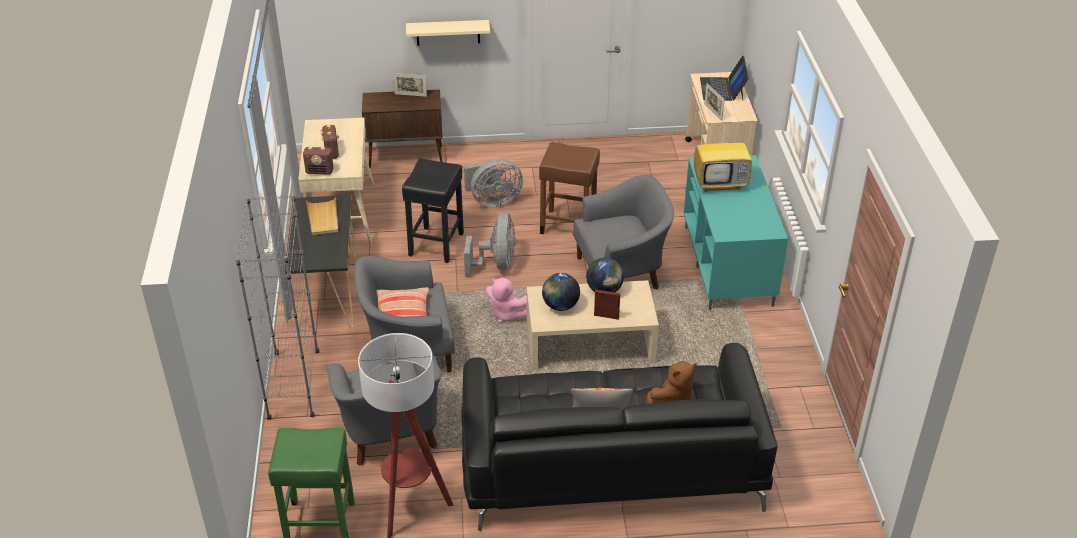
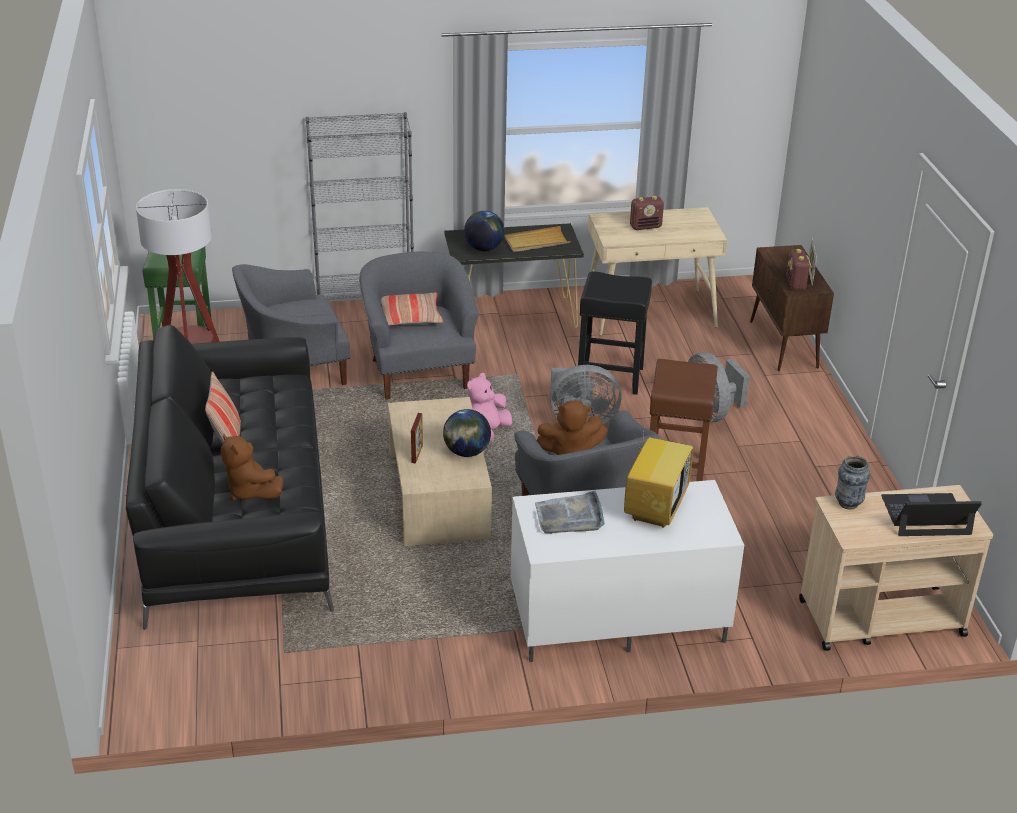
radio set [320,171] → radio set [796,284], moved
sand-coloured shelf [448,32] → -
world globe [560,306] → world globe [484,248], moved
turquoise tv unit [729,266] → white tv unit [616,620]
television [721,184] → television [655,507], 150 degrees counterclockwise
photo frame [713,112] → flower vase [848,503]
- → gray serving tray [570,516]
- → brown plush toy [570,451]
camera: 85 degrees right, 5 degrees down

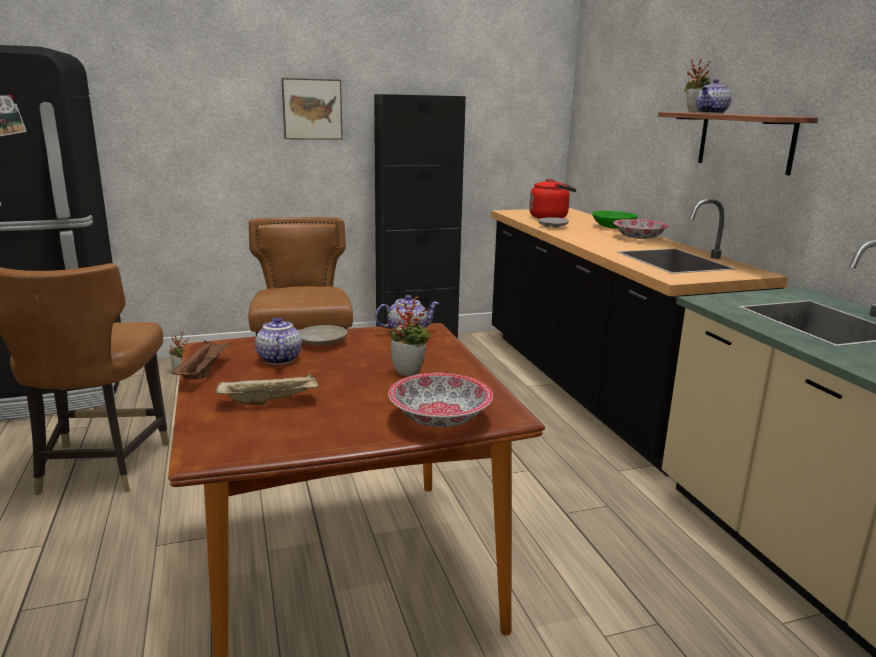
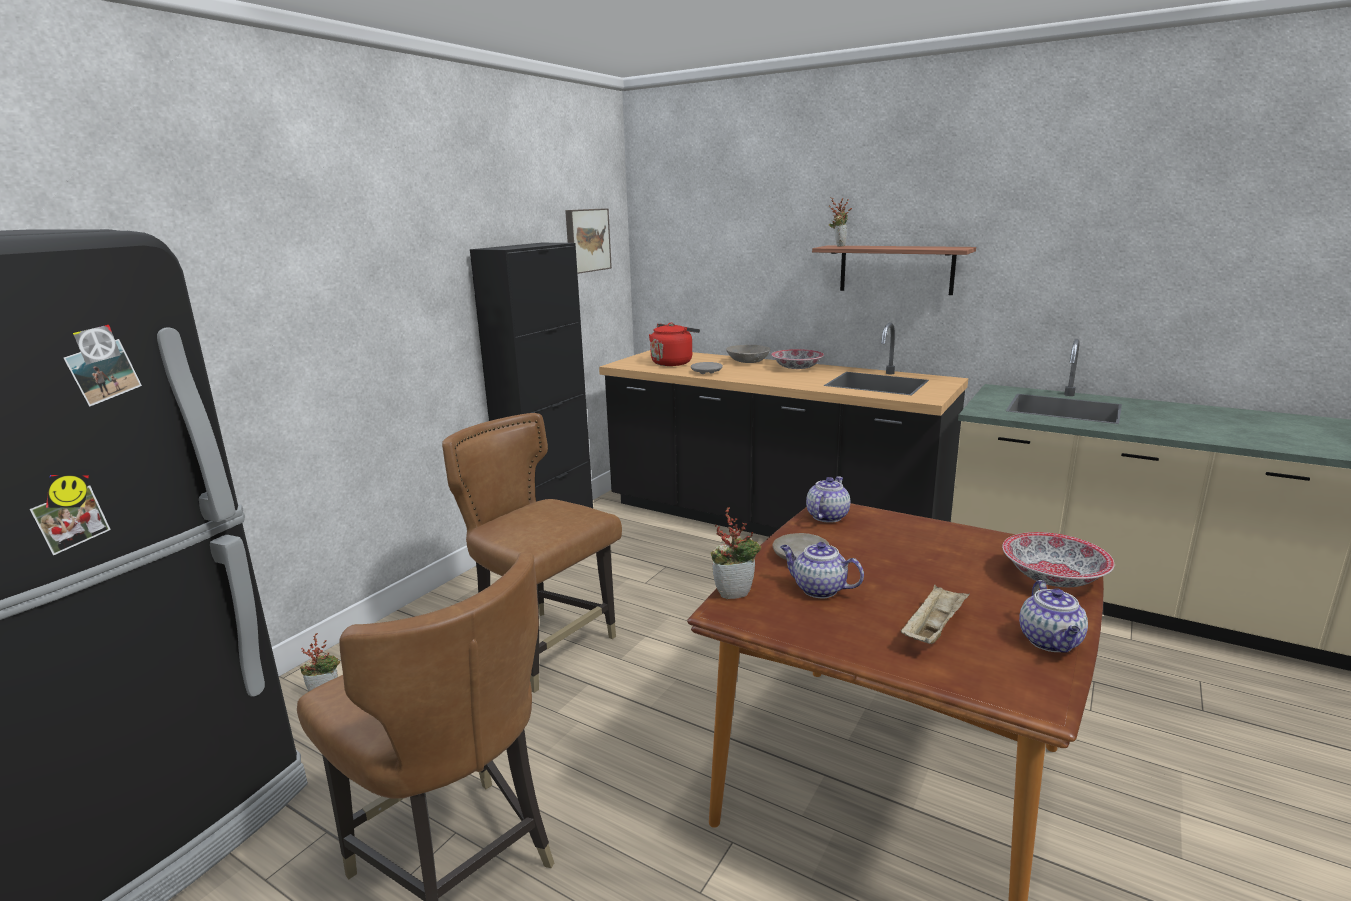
brown serving tray [203,372] → -
wall picture [312,109] → wall picture [586,240], moved
houseplant [410,372] → houseplant [735,592], moved
green-coloured serving bowl [612,227] → gray serving bowl [747,361]
tea pot [711,113] → tea pot [1051,642], moved
camera: 40 degrees left, 0 degrees up

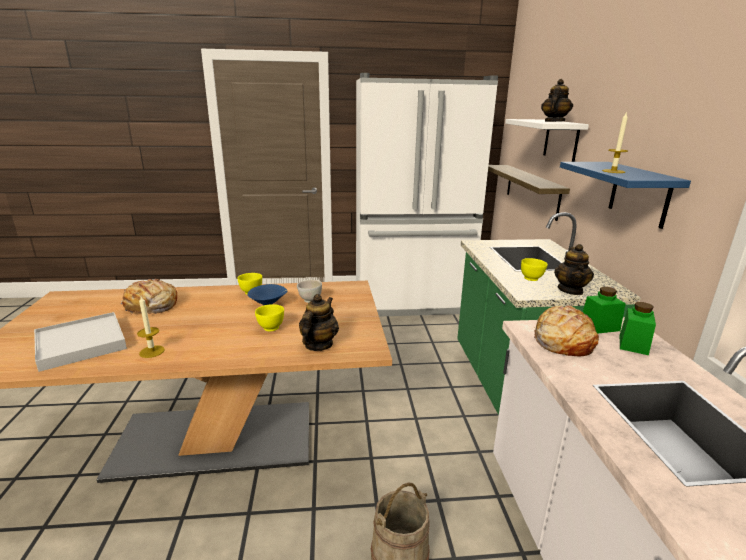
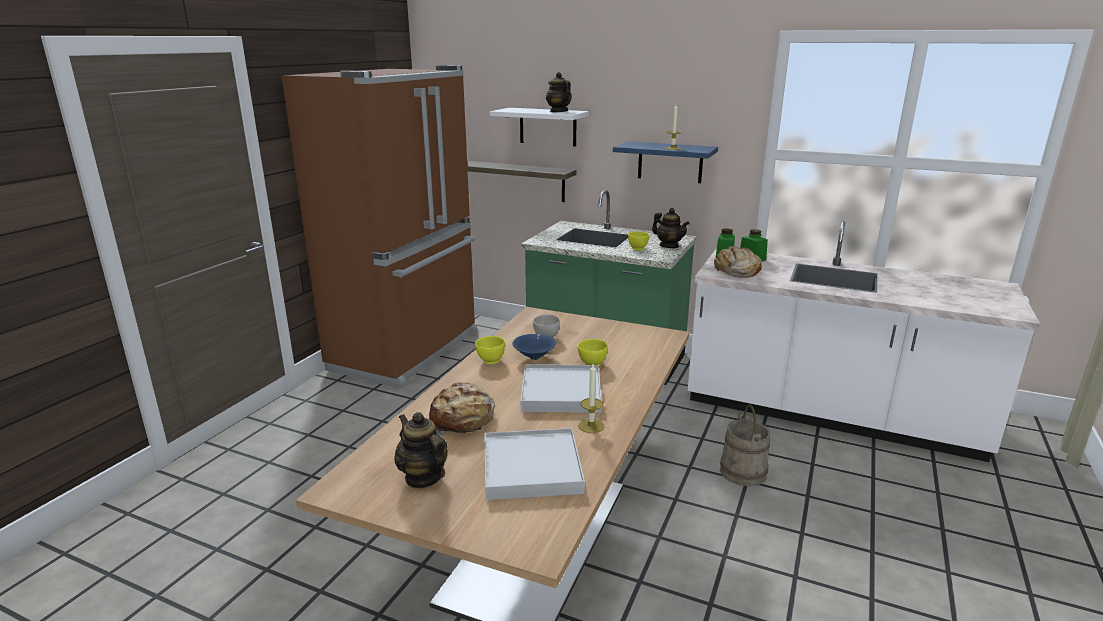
tea pot [318,345] → tea pot [423,477], moved
white fridge [412,303] → brown fridge [408,351]
- → white serving tray [561,392]
camera: 60 degrees left, 0 degrees up

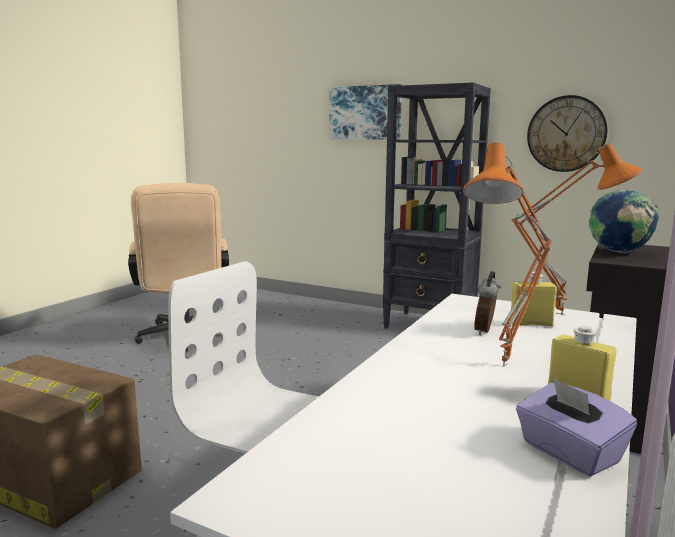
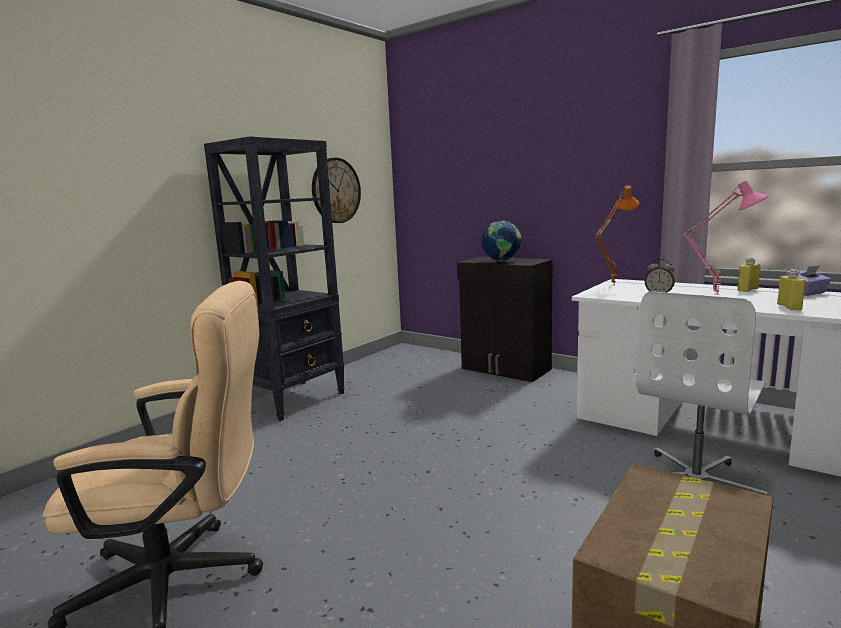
wall picture [365,113] → -
orange table lamp [508,367] → pink table lamp [717,294]
yellow-coloured beverage bottle [531,324] → yellow-coloured beverage bottle [789,307], moved
camera: 80 degrees left, 0 degrees up

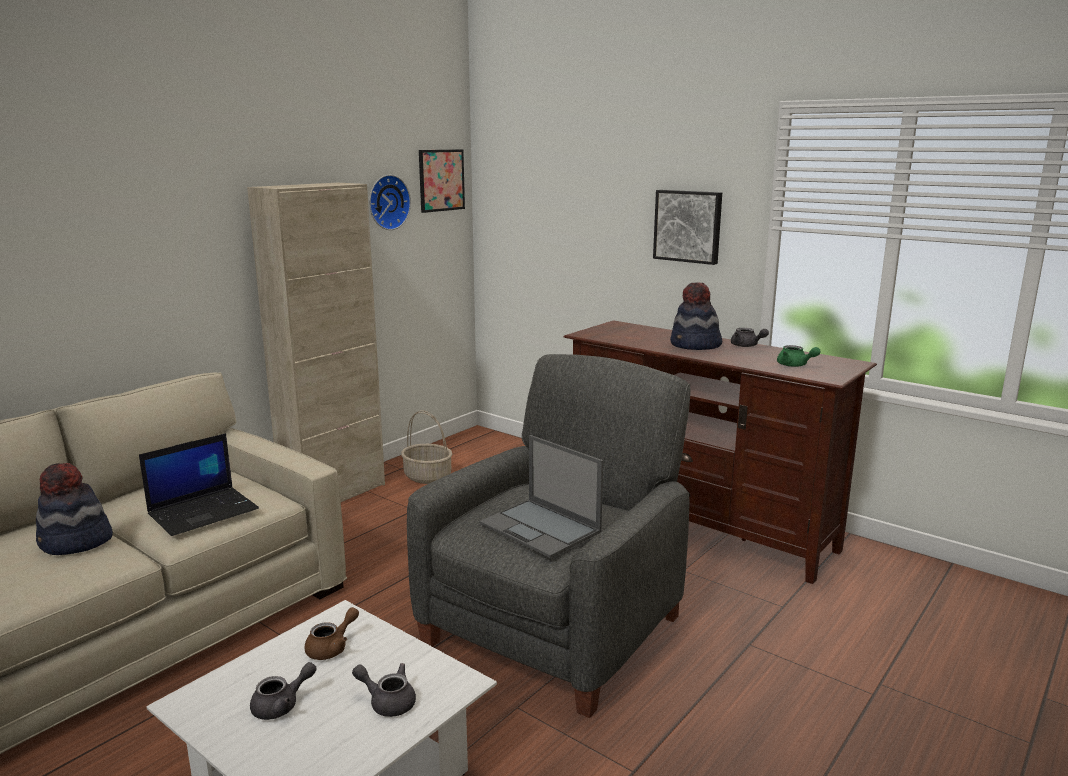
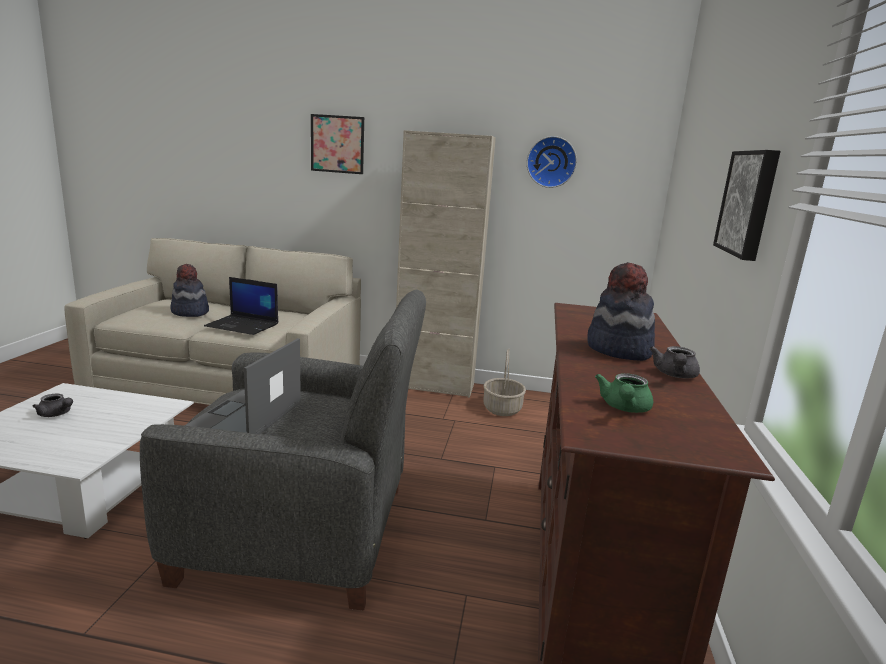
brown tea pot [332,648] → -
gray tea pot [388,702] → -
wall picture [441,180] → wall picture [337,144], moved
camera: 60 degrees right, 0 degrees up

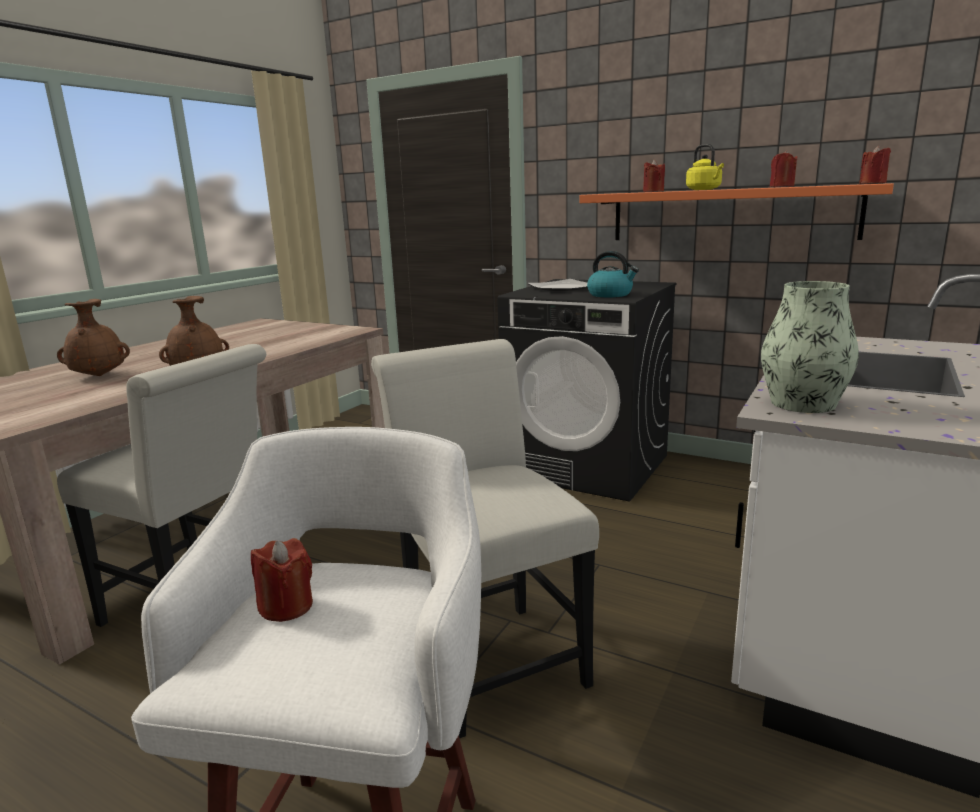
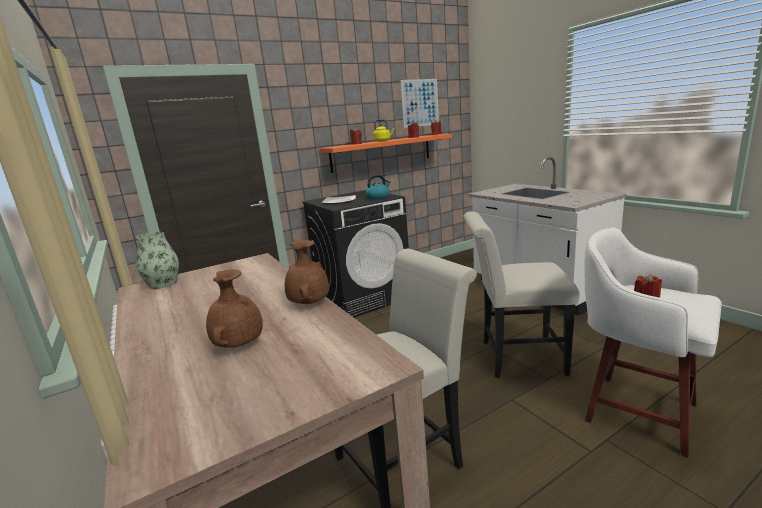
flower vase [802,403] → flower vase [163,283], moved
- → wall picture [420,103]
camera: 60 degrees left, 0 degrees up

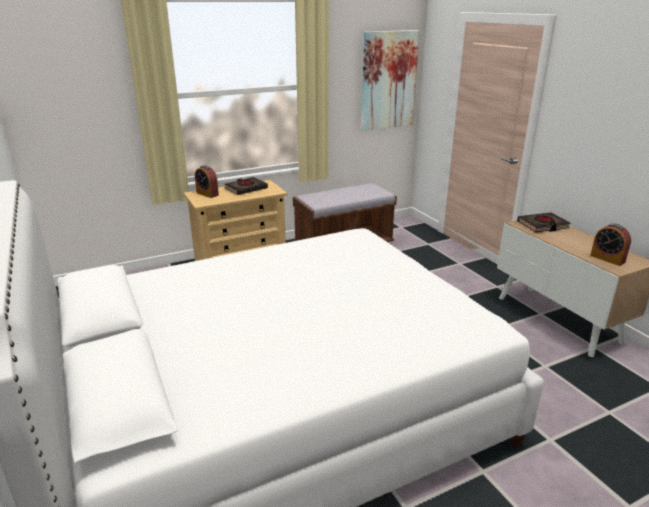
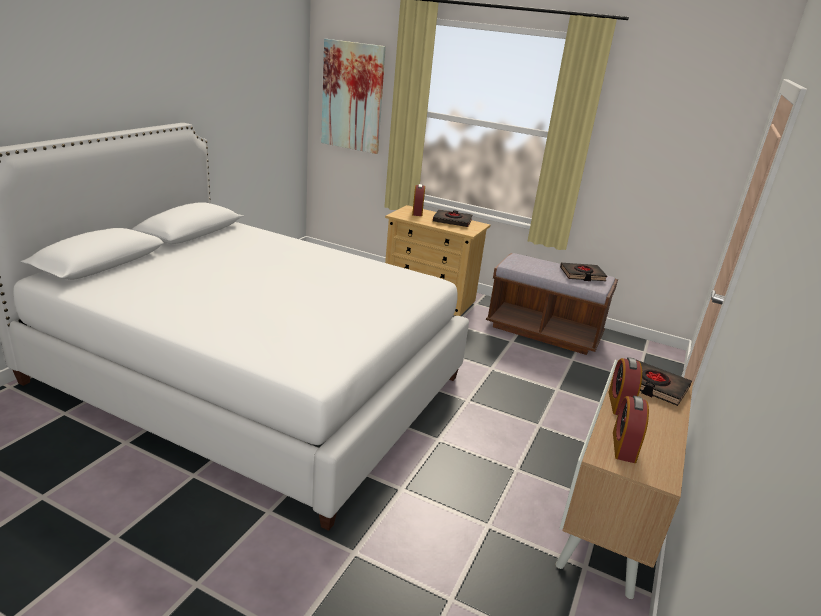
wall picture [388,80] → wall picture [352,97], moved
- → blackish bound book [582,275]
- → bedside clock [619,404]
camera: 50 degrees right, 0 degrees up

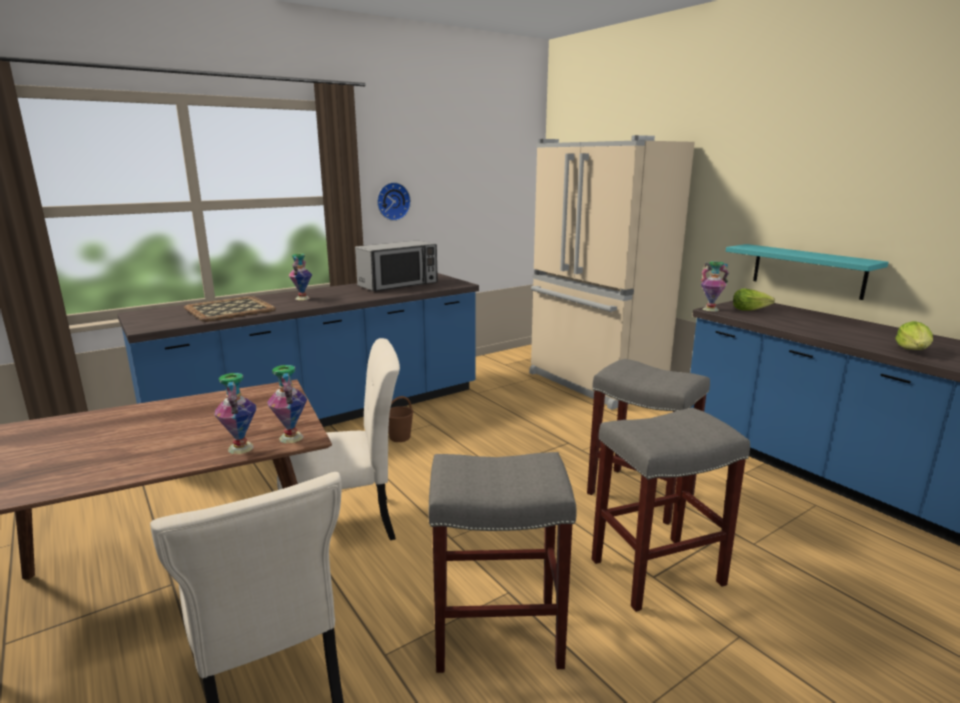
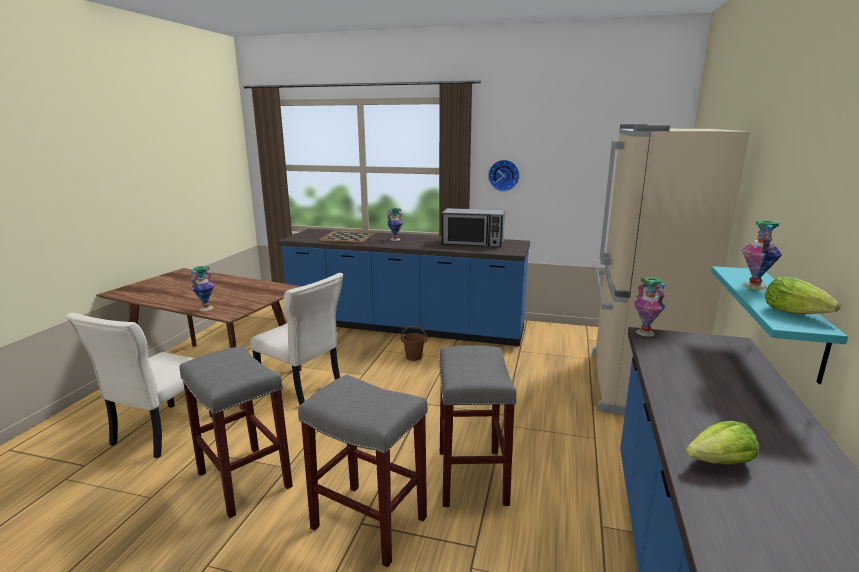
flower vase [292,437] → flower vase [755,286], moved
lettuce [749,310] → lettuce [795,313], moved
camera: 50 degrees right, 0 degrees up

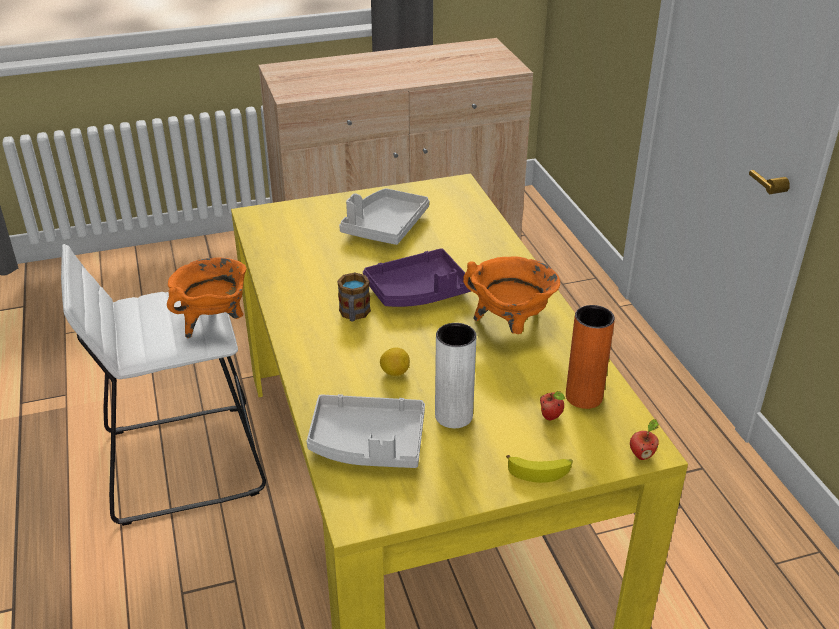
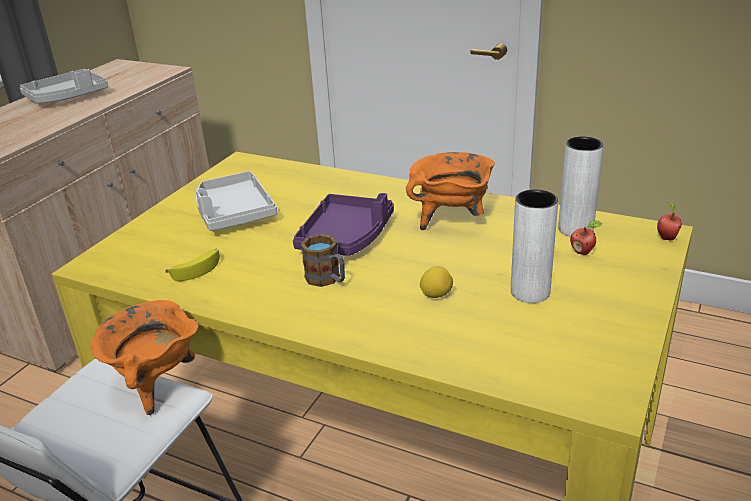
gray serving tray [367,443] → gray serving tray [67,97], moved
banana fruit [540,471] → banana fruit [198,269], moved
orange flower vase [584,397] → white flower vase [575,229]
camera: 45 degrees left, 5 degrees down

